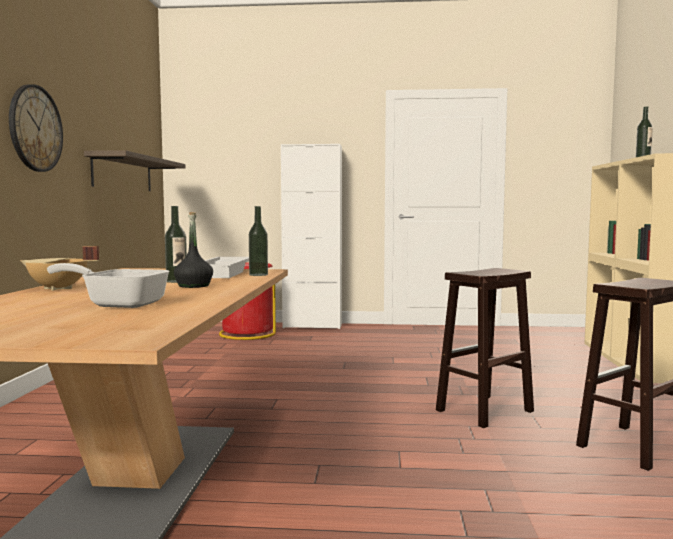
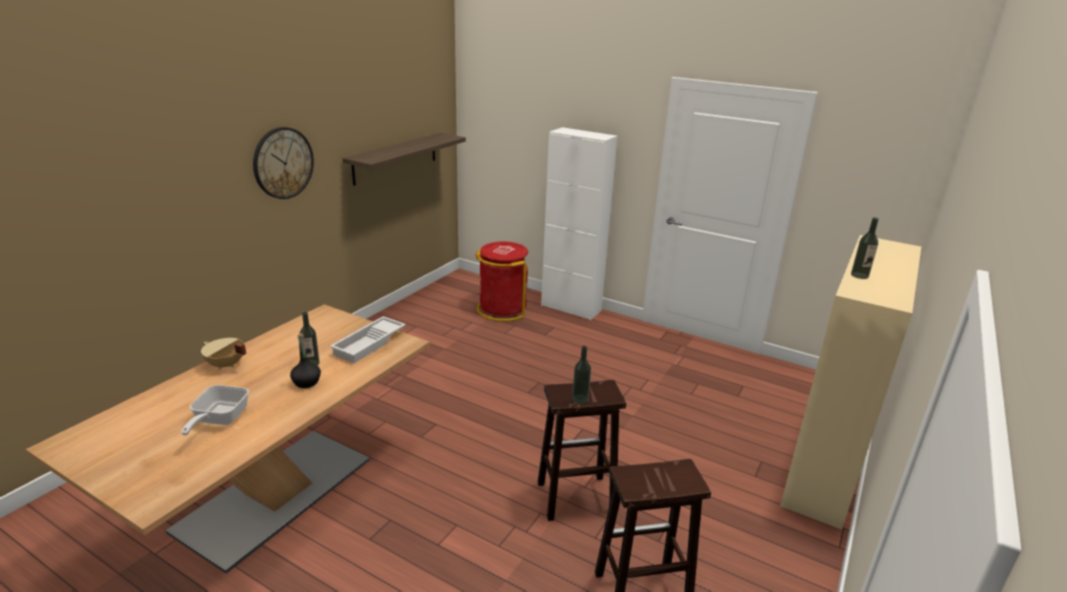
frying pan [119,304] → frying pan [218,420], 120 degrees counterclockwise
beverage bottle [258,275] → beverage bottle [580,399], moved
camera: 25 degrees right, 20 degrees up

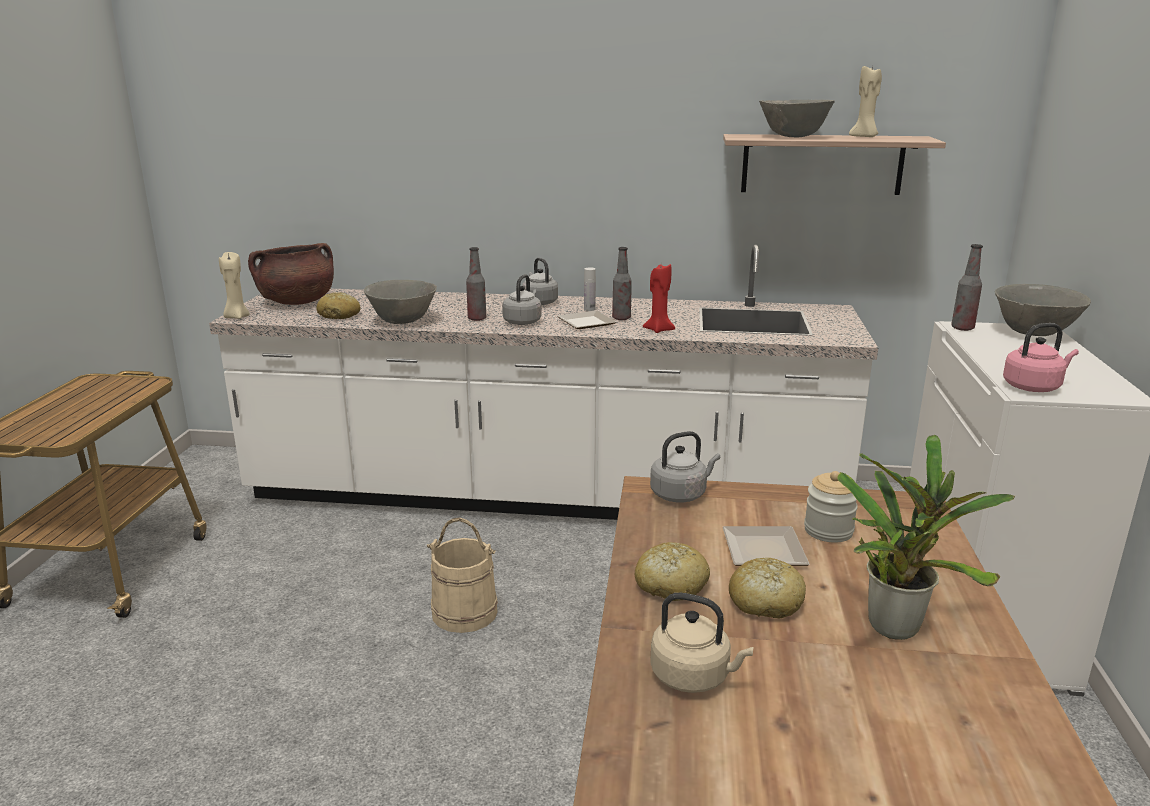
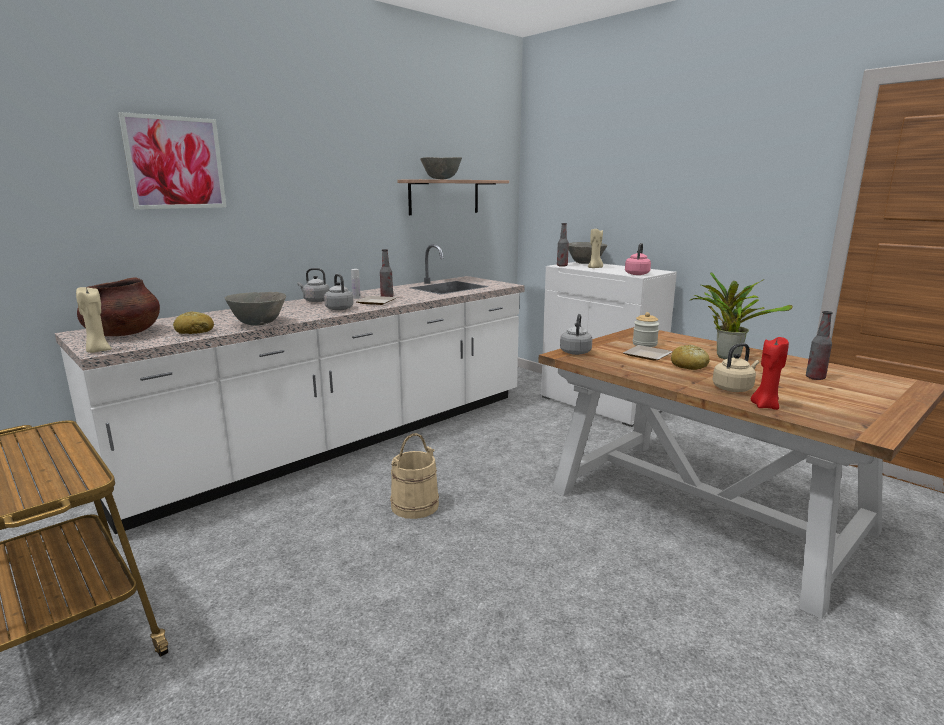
beverage bottle [477,319] → beverage bottle [815,378], moved
bread [670,585] → -
reddish wax candle [658,330] → reddish wax candle [765,406], moved
sand-coloured wax candle [864,137] → sand-coloured wax candle [595,268], moved
- → wall picture [175,163]
camera: 50 degrees left, 5 degrees down

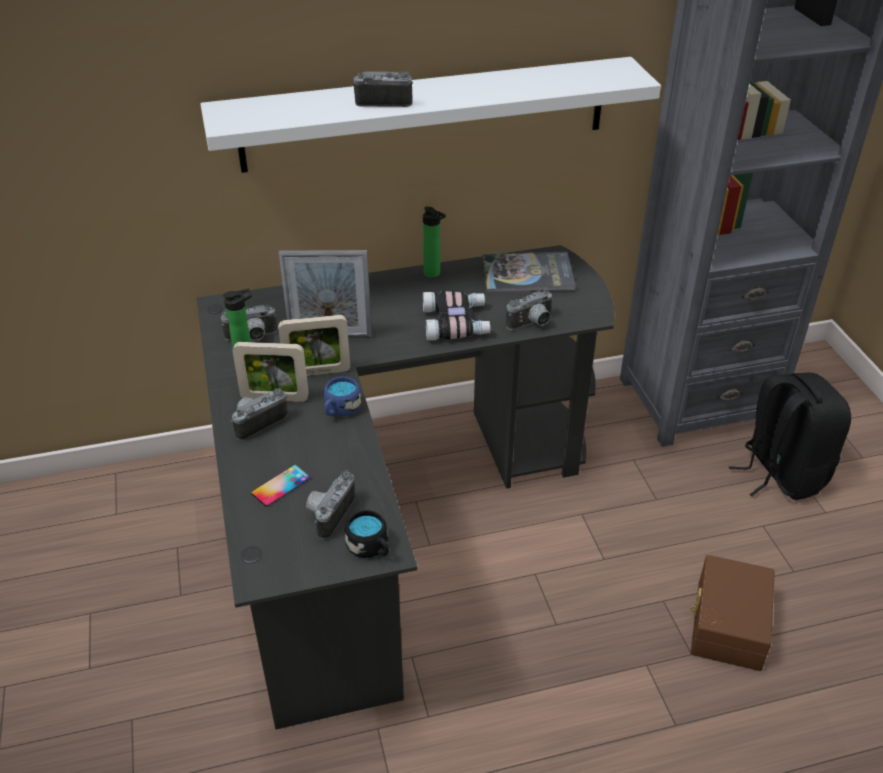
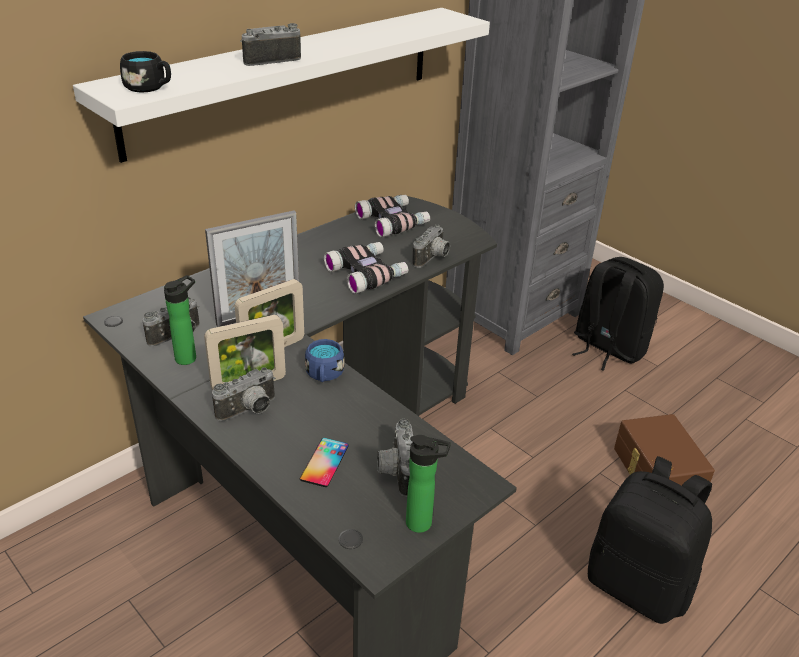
still camera [258,422] → still camera [249,411], 150 degrees counterclockwise
blackish mug [371,548] → blackish mug [149,88], moved
beverage bottle [433,274] → beverage bottle [423,524], moved
bound book [527,274] → pair of binoculars [393,221]
- → blackish backpack [638,585]
camera: 30 degrees left, 5 degrees down

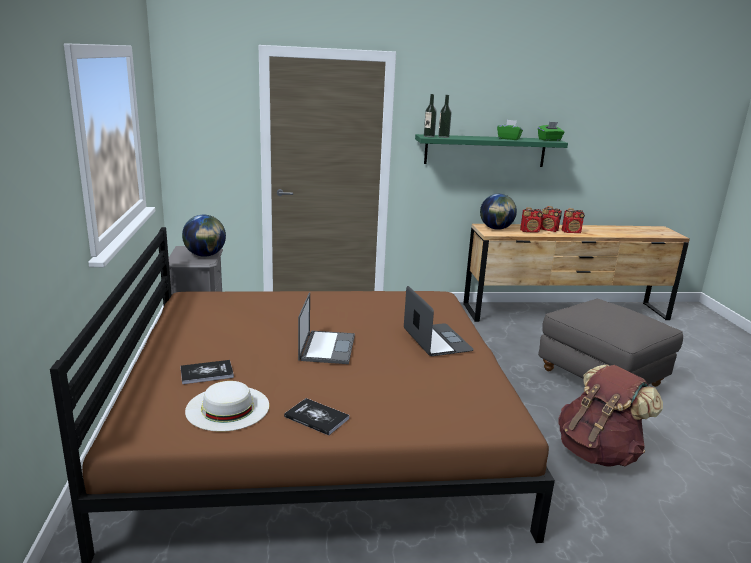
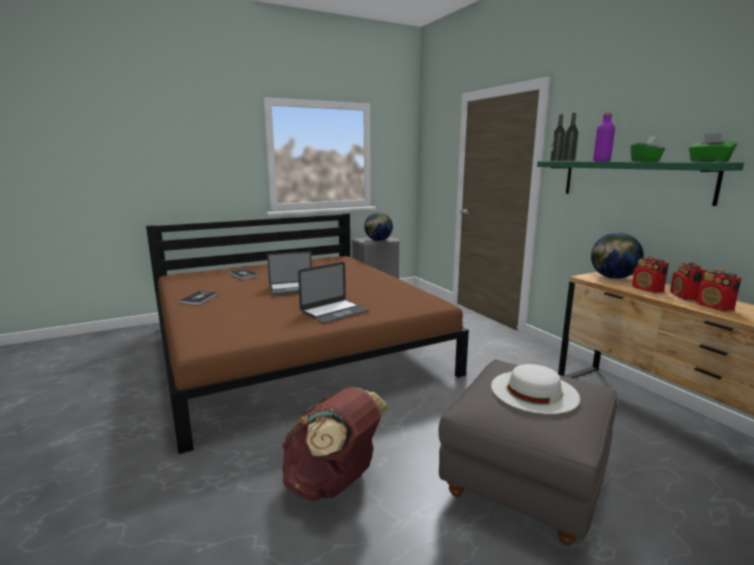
white wearable hat [227,408] → white wearable hat [534,391], moved
- → purple beverage bottle [601,161]
camera: 70 degrees right, 5 degrees down

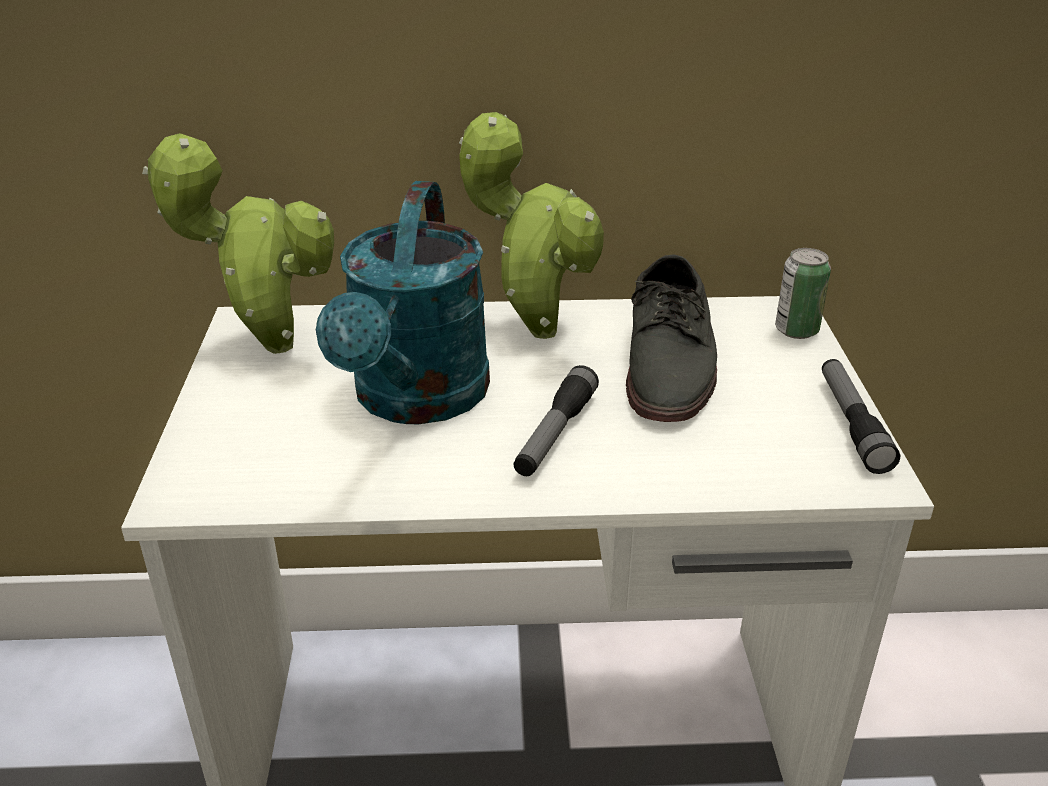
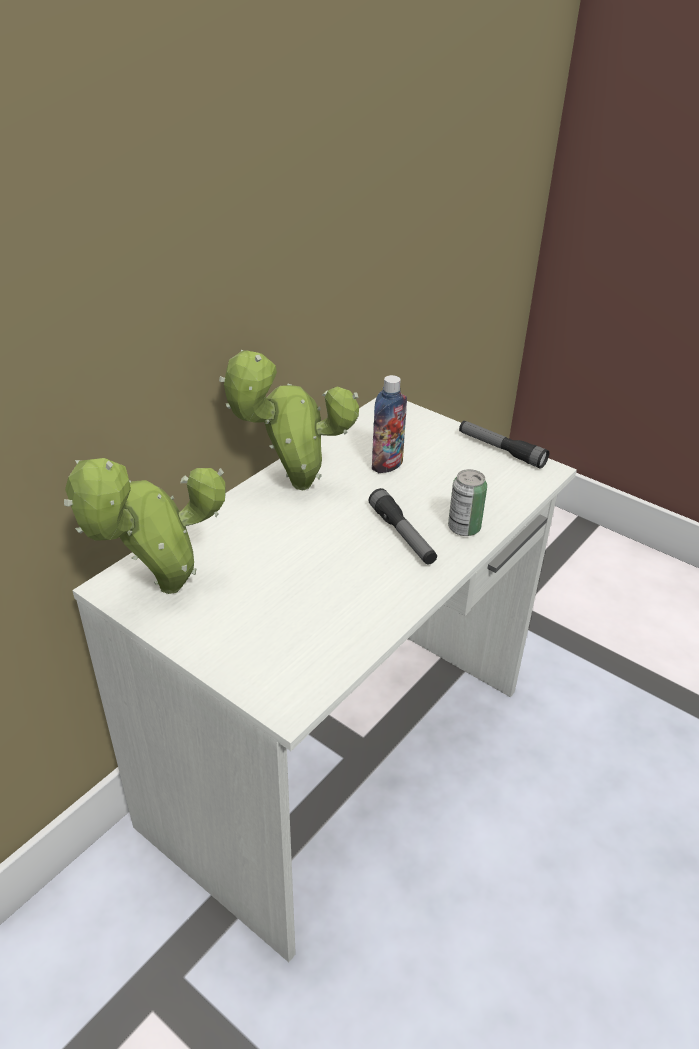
turquoise watering can [416,401] → -
gray shoe [670,362] → beverage bottle [387,465]
metal can [796,330] → metal can [464,528], moved
camera: 50 degrees left, 5 degrees up

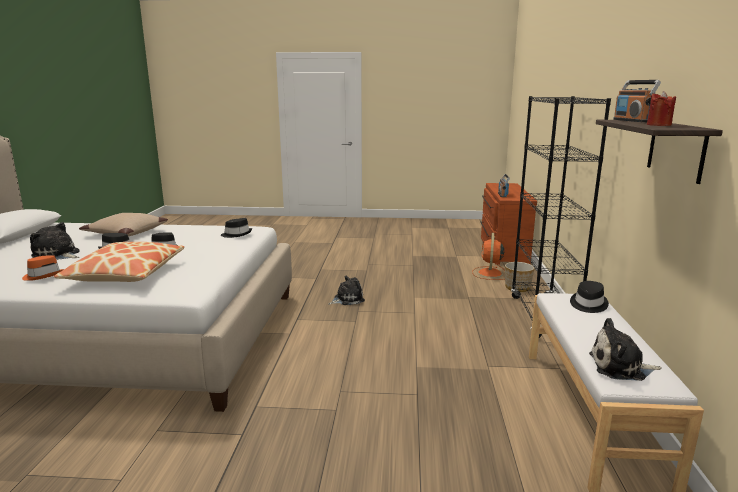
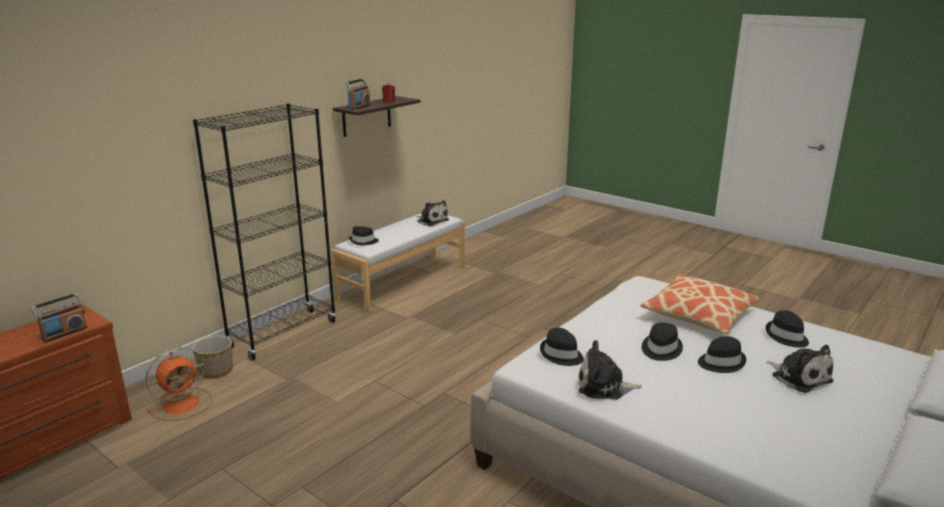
orange wearable hat [43,275] → blackish wearable hat [786,336]
sand-coloured cushion [126,232] → -
plush toy [347,299] → plush toy [604,386], moved
camera: 145 degrees left, 5 degrees up

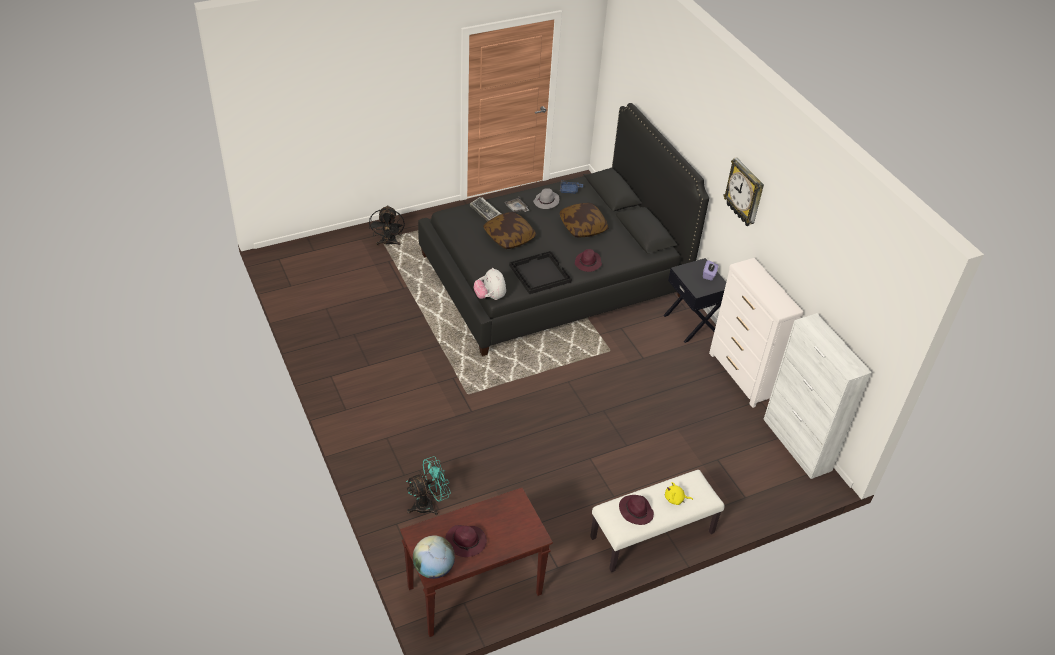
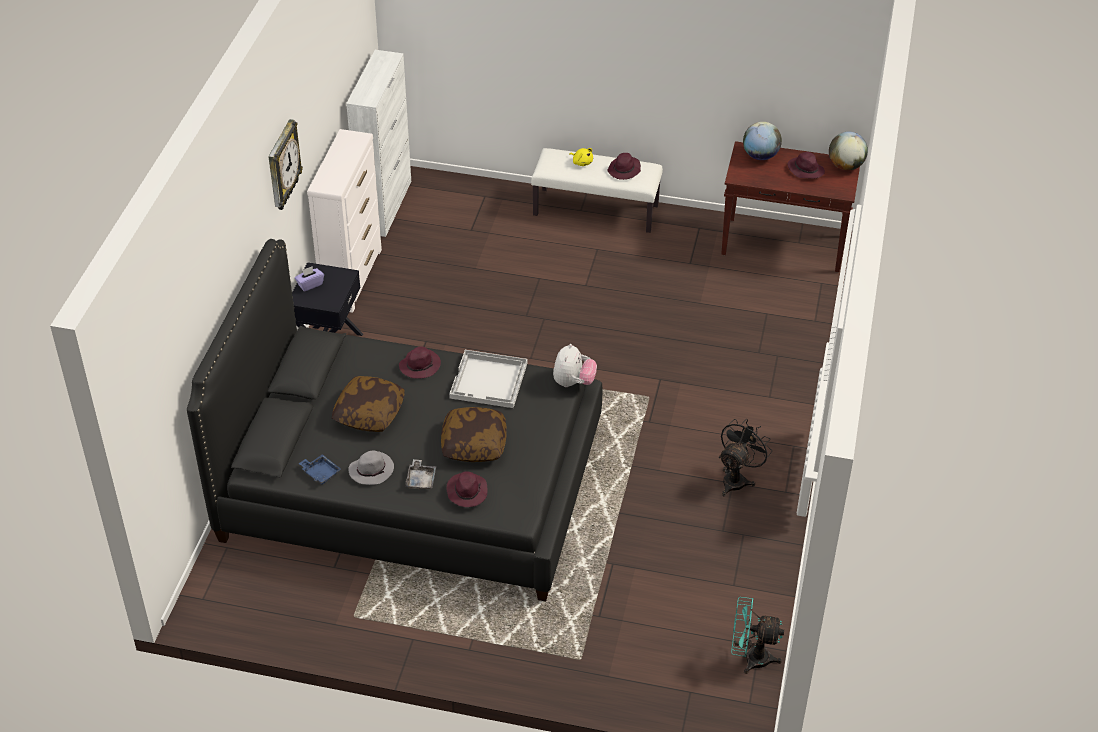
blackish electric fan [388,243] → blackish electric fan [737,479], moved
turquoise electric fan [428,504] → turquoise electric fan [750,658], moved
keyboard [486,212] → purple wearable hat [466,491]
blackish serving tray [539,273] → white serving tray [489,381]
- → world globe [760,156]
camera: 140 degrees left, 0 degrees up

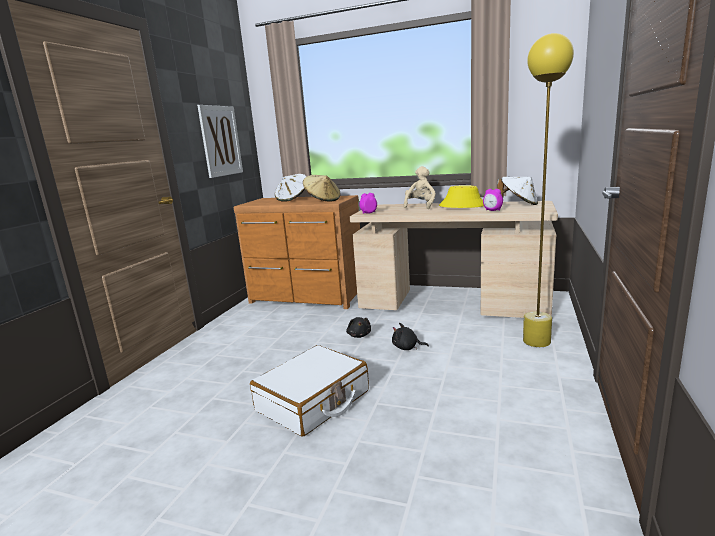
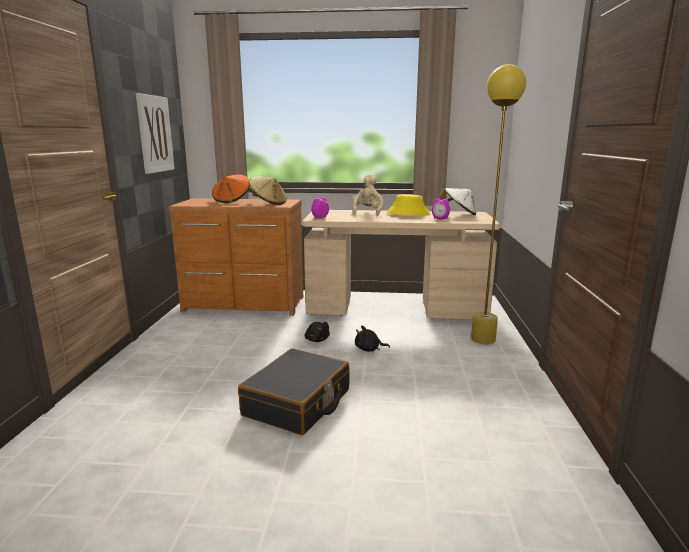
white travel case [313,401] → blackish travel case [298,403]
white wearable hat [292,199] → orange wearable hat [232,201]
camera: 15 degrees left, 0 degrees up

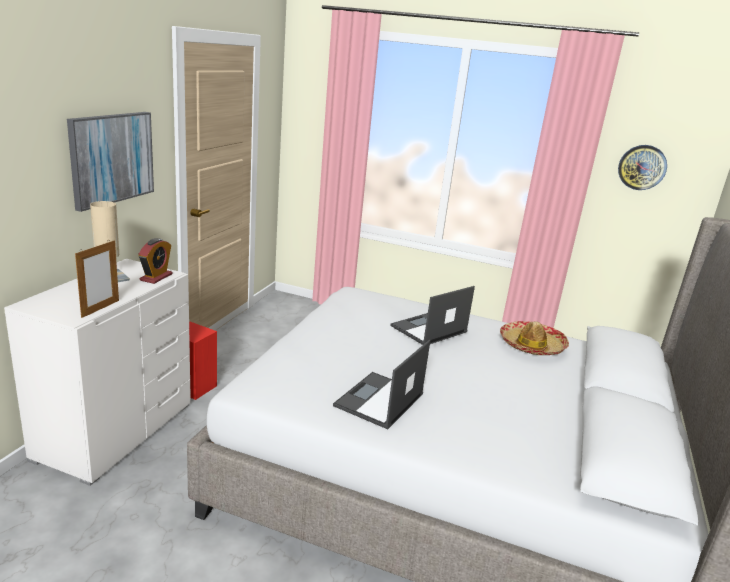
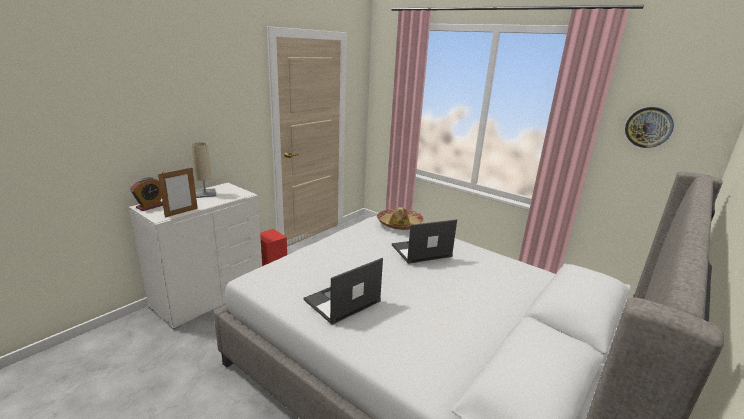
wall picture [112,158] → -
bedside clock [156,277] → bedside clock [151,206], moved
wearable hat [531,345] → wearable hat [399,224], moved
camera: 20 degrees right, 0 degrees up

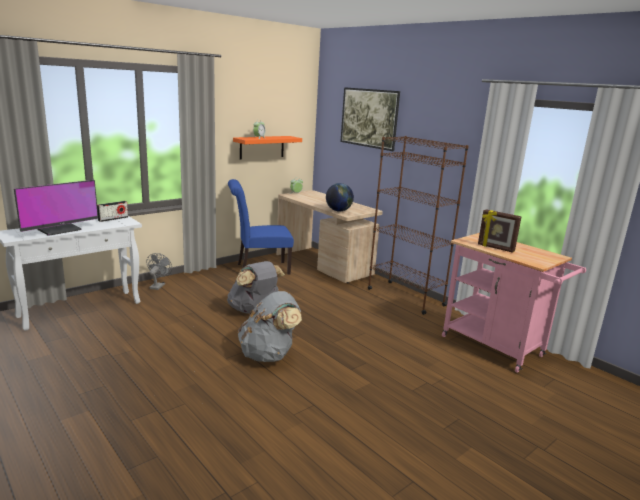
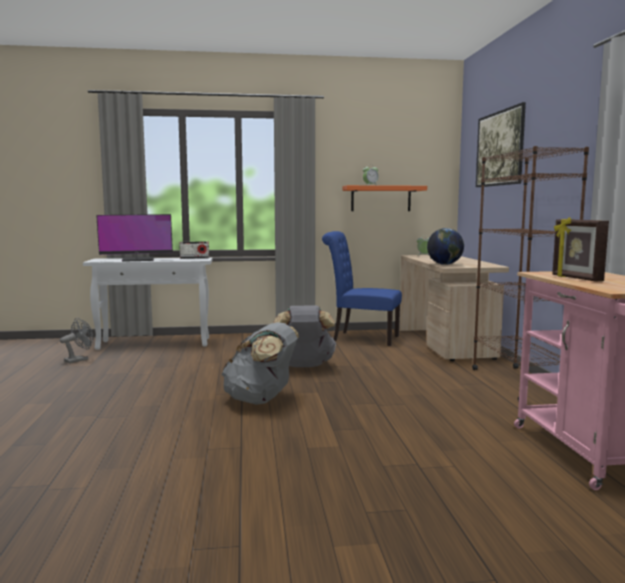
gray electric fan [158,285] → gray electric fan [79,360], moved
camera: 35 degrees right, 10 degrees down

